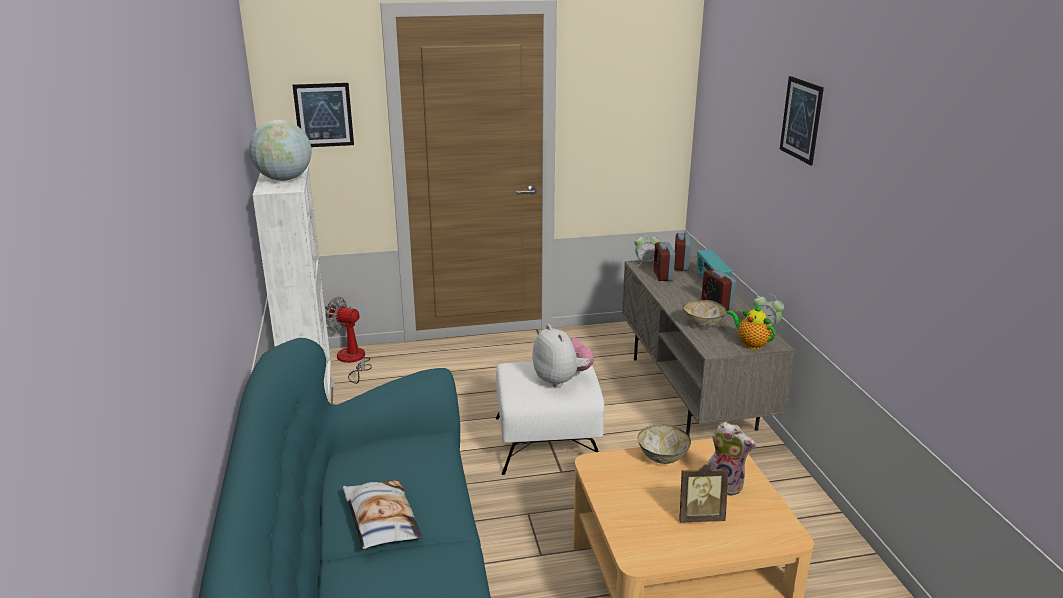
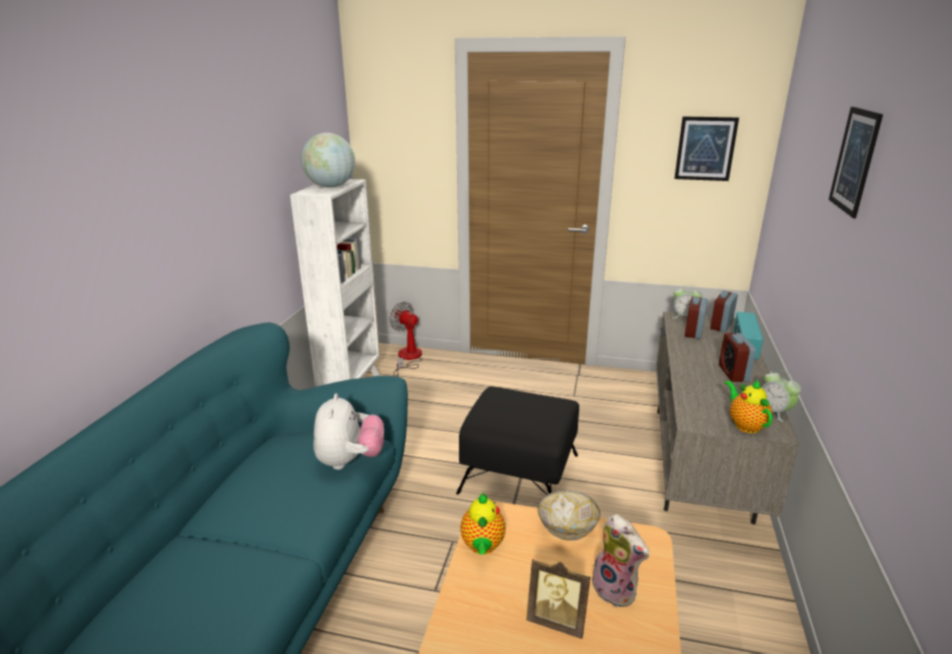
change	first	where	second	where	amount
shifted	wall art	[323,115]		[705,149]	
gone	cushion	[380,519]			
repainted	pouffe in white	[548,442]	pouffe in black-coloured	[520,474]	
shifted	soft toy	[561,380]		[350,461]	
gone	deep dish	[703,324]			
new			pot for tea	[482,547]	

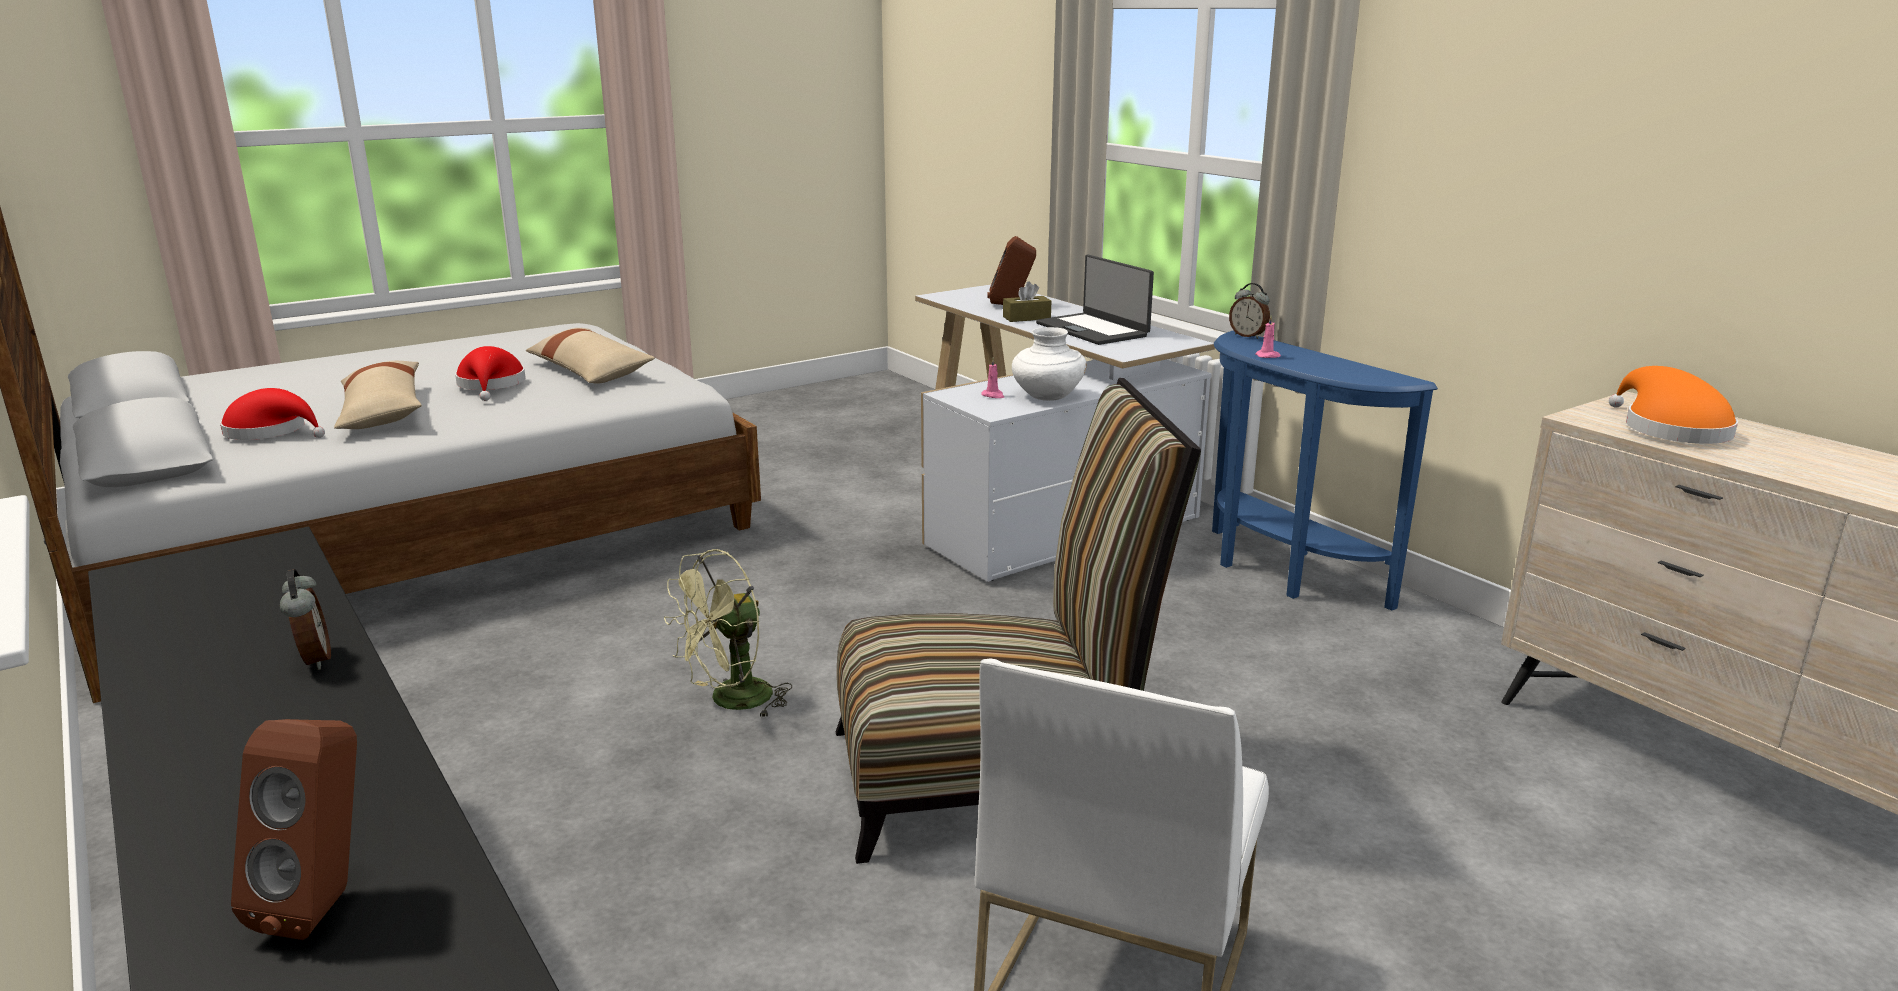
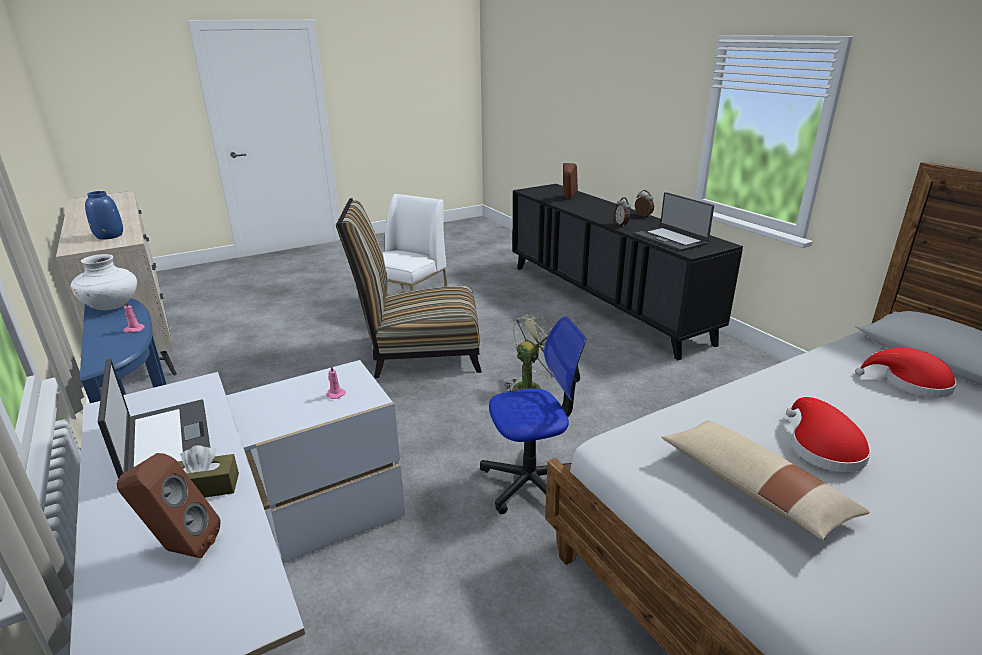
change	first	where	second	where	amount
gone	cushion in beige	[382,412]			
shifted	flower vase in white	[1047,397]		[112,306]	
shifted	bedside clock	[1248,336]		[642,216]	
swapped	hat in orange	[1670,429]	flower vase in bluish	[110,236]	
new			office chair	[532,483]	
new			portable computer	[671,239]	

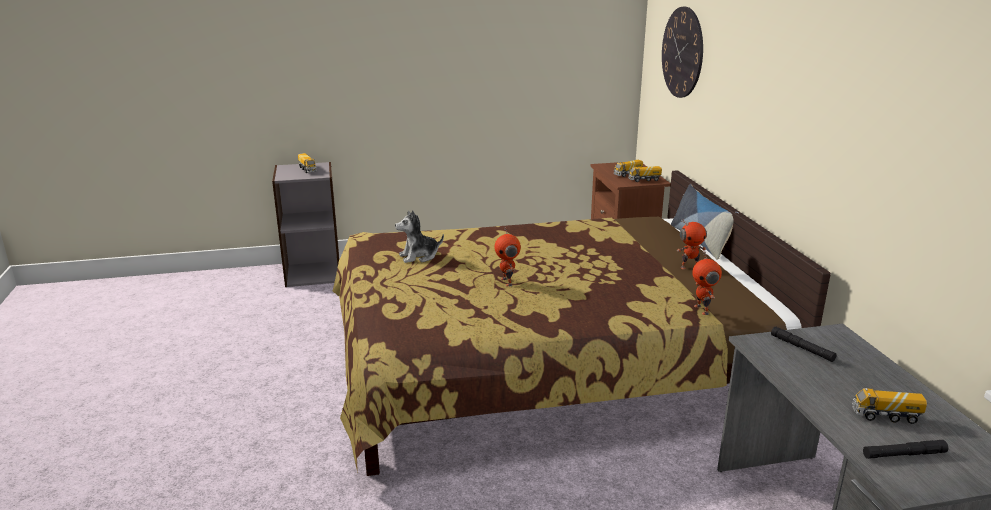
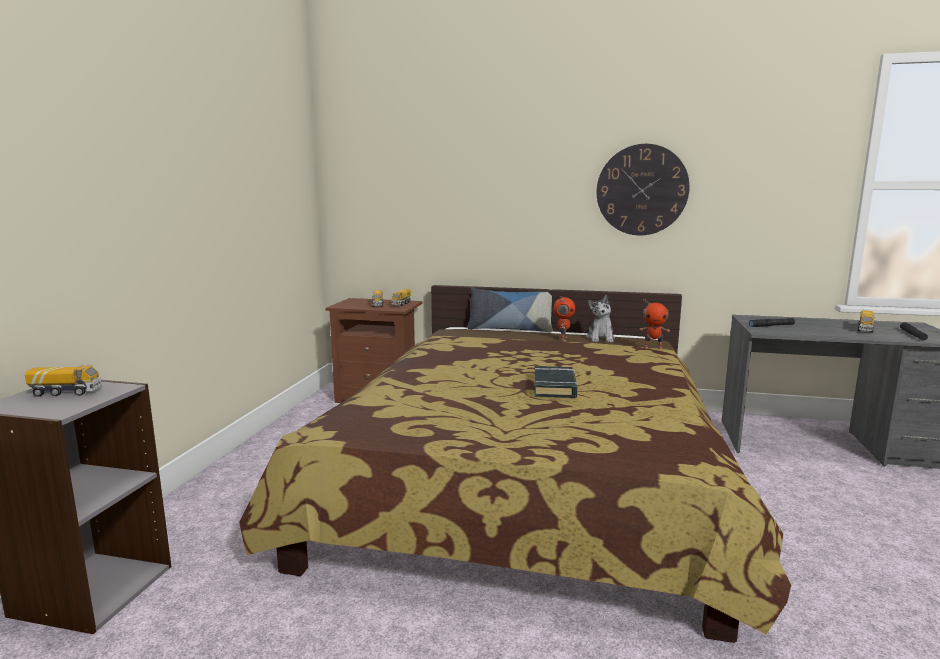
change	first	where	second	where	amount
shifted	soft toy	[419,256]		[600,338]	
swapped	robot figure	[507,282]	bound book in black-coloured	[554,387]	
shifted	clock on the wall	[682,52]		[642,190]	

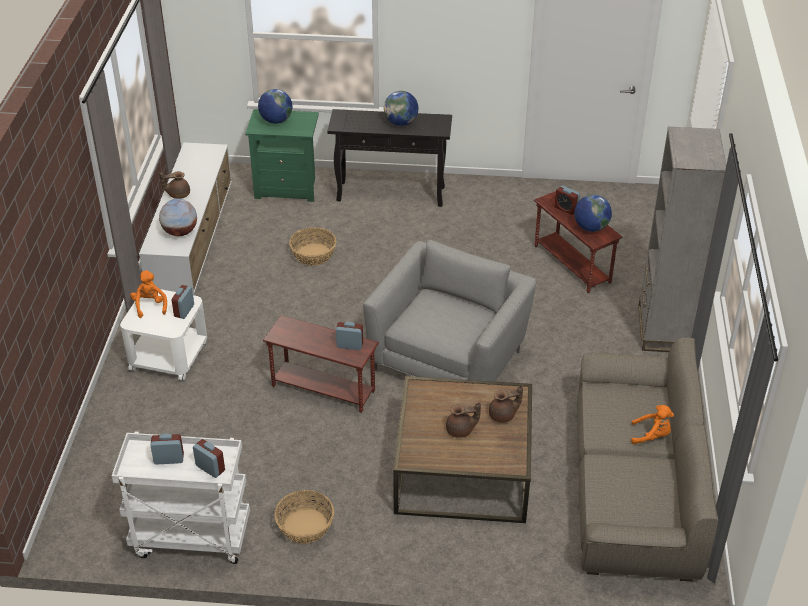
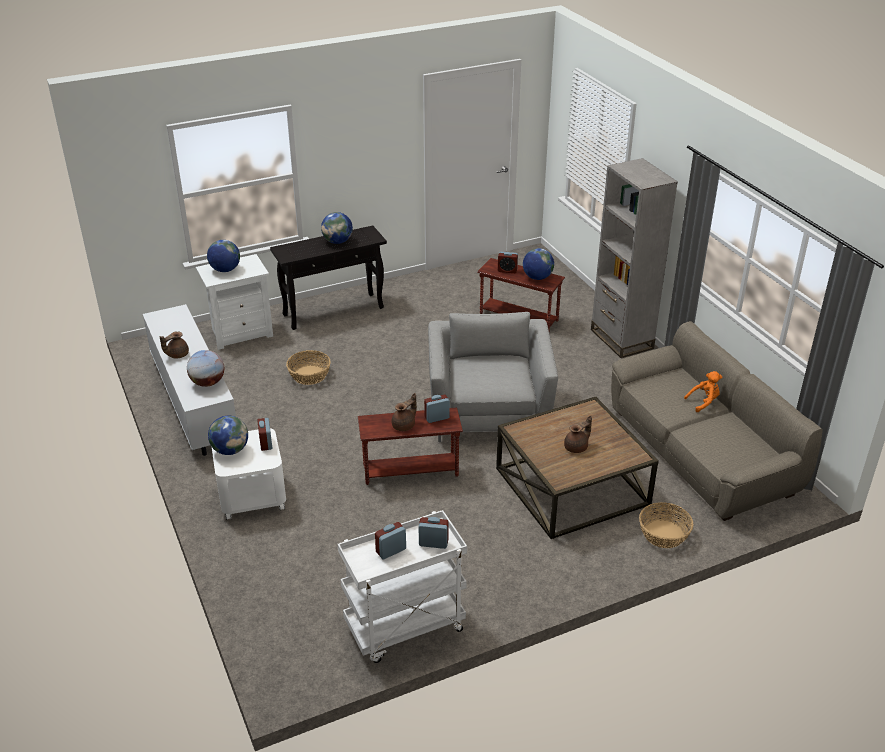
change	first	where	second	where	amount
swapped	soft toy in orange	[150,306]	globe	[230,450]	
repainted	nightstand in green	[288,188]	nightstand in white	[241,333]	
shifted	basket	[305,526]		[663,534]	
shifted	pot for tea in brown-coloured	[503,415]		[404,425]	

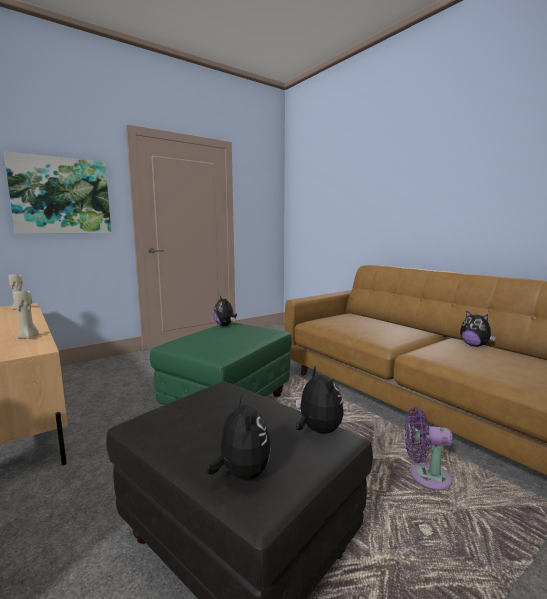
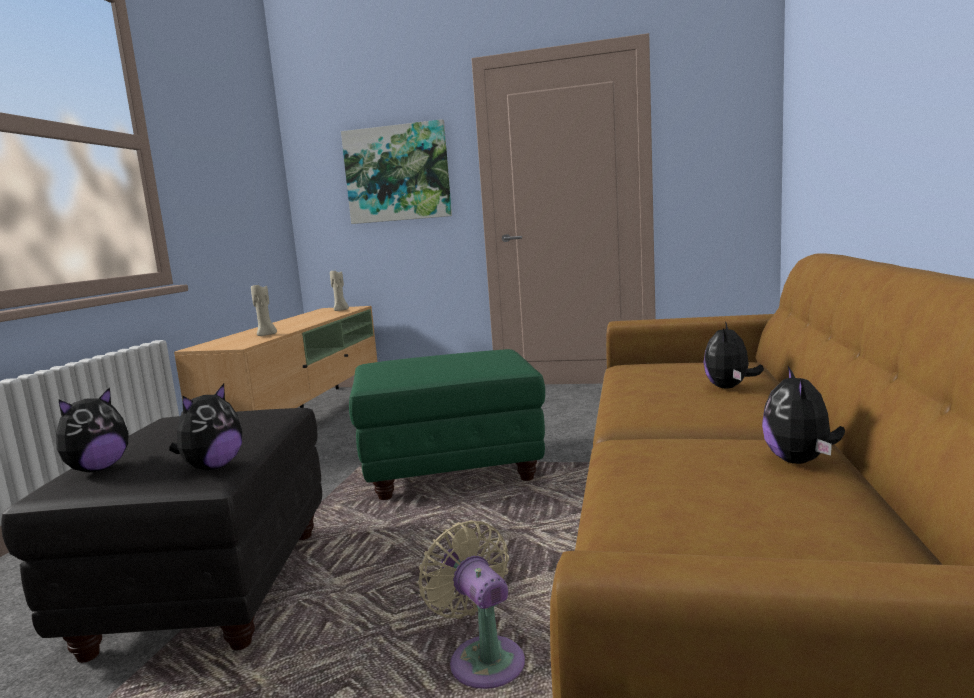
change	first	where	second	where	amount
shifted	soft toy	[225,325]		[729,387]	
repainted	cooling fan in purple	[425,476]	cooling fan in beige	[483,658]	

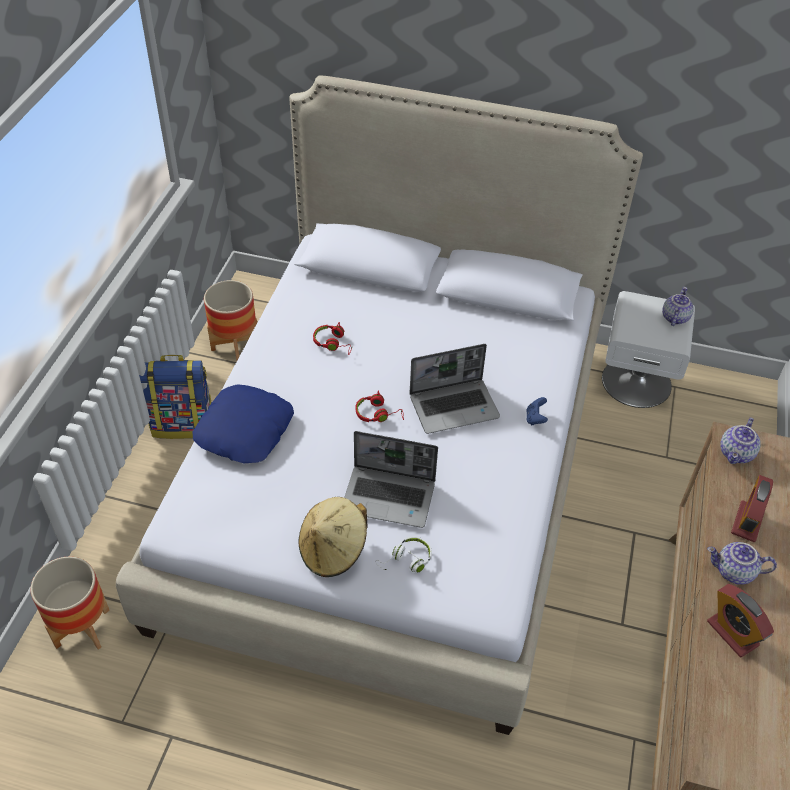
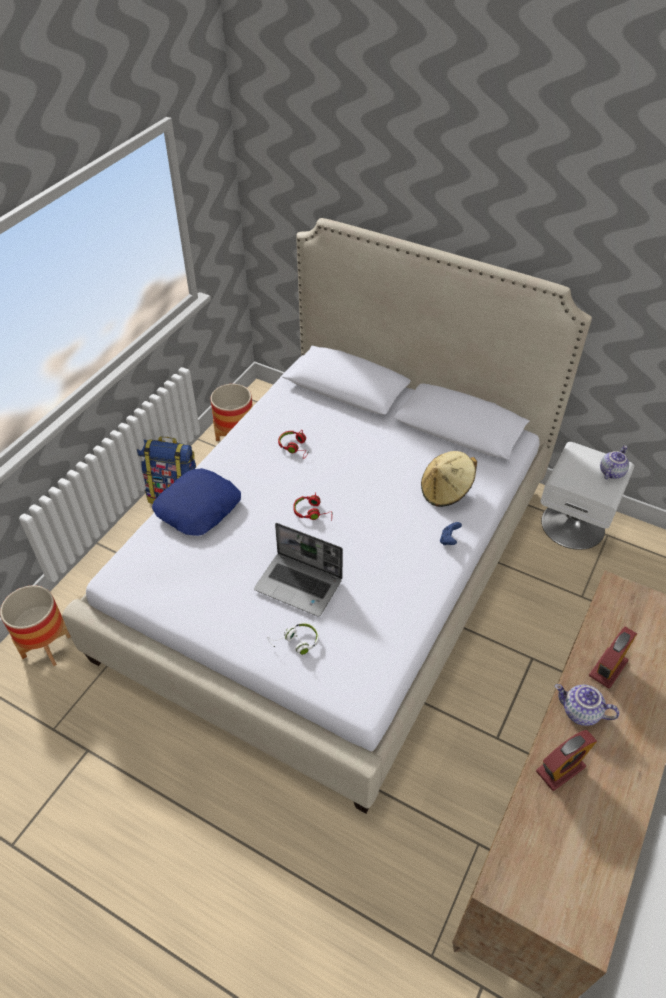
change	first	where	second	where	amount
shifted	hat in beige	[333,550]		[446,491]	
gone	portable computer	[454,406]			
rotated	bedside clock	[732,633]		[560,769]	105 degrees counterclockwise
gone	pot for tea	[737,454]			

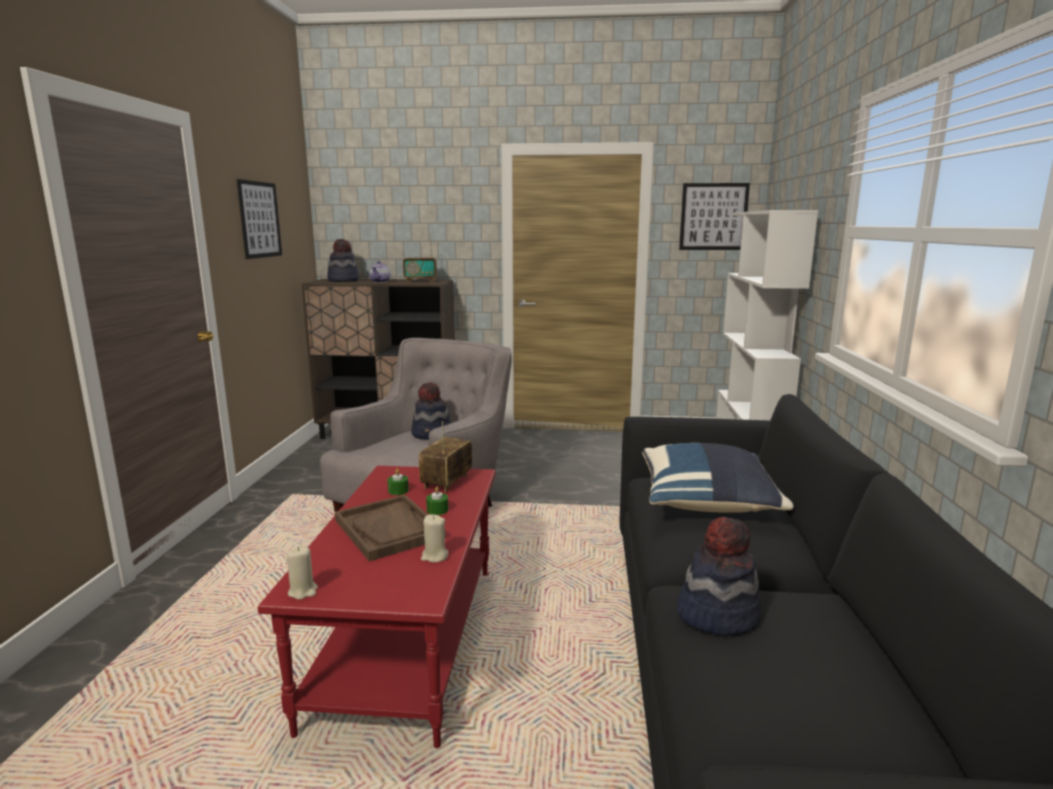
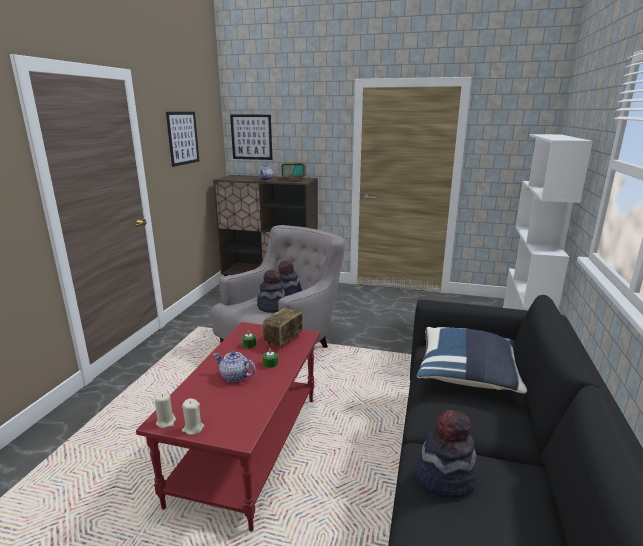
change	first	where	second	where	amount
shifted	hat	[343,280]		[272,307]	
swapped	tray in brown-coloured	[389,529]	pot for tea	[234,376]	
shifted	candle in beige	[434,556]		[193,428]	
shifted	wall art	[713,217]		[251,137]	

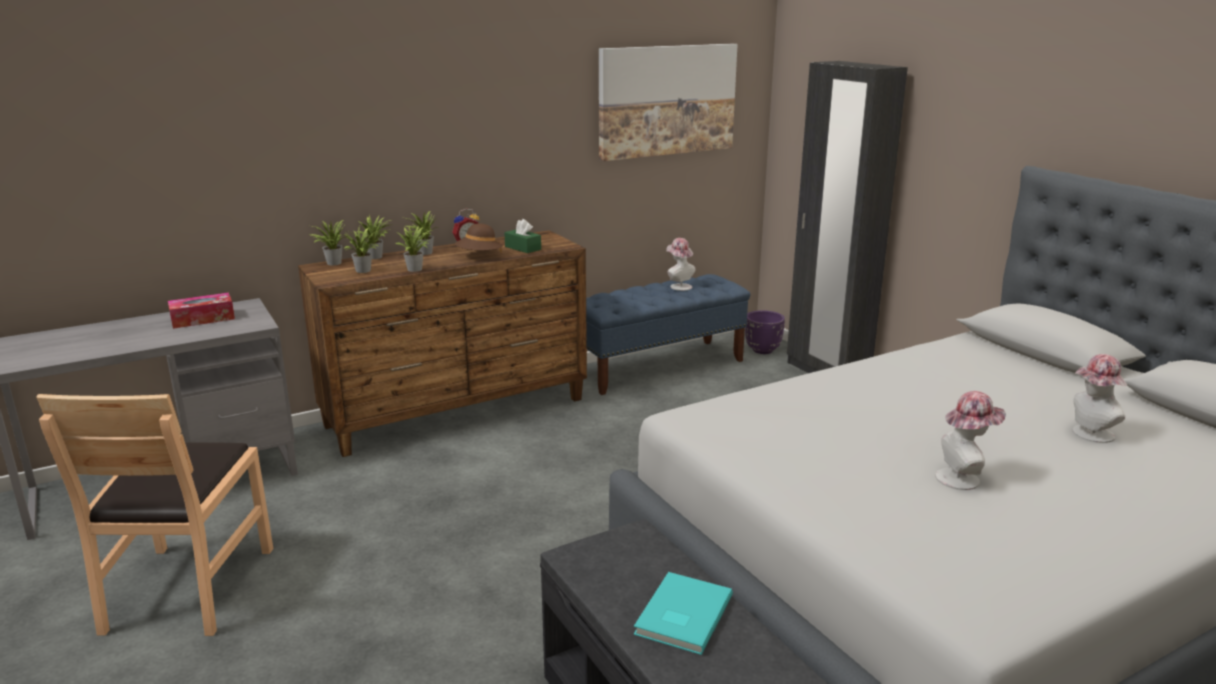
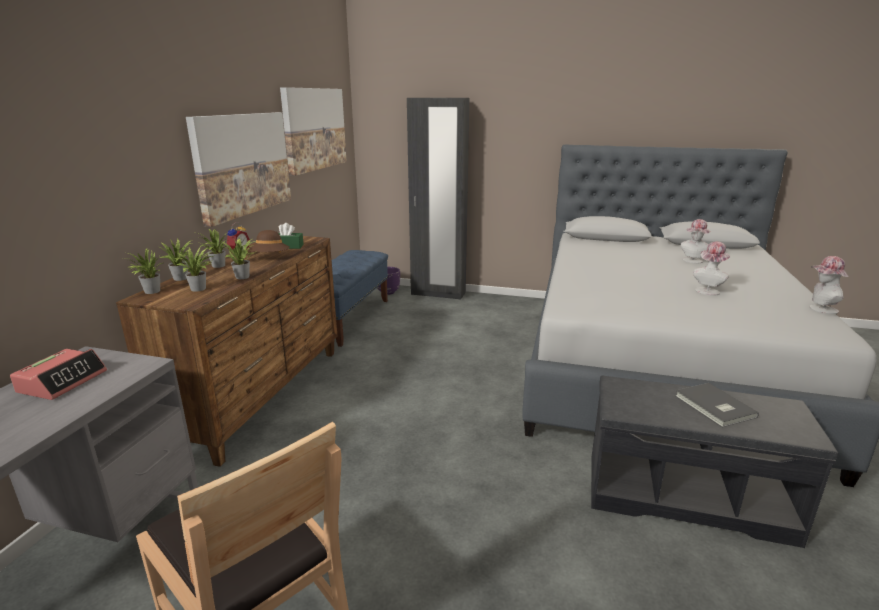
change	first	where	second	where	amount
swapped	tissue box	[203,319]	bedside clock	[63,381]	
repainted	bound book in turquoise-coloured	[681,615]	bound book in gray	[714,407]	
shifted	hat	[678,286]		[820,309]	
new			wall art	[243,164]	

